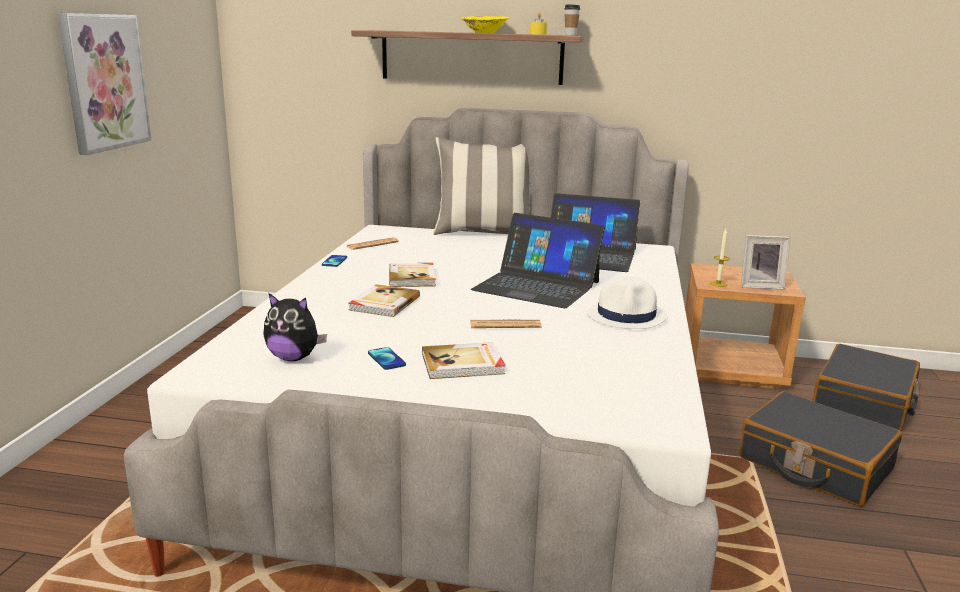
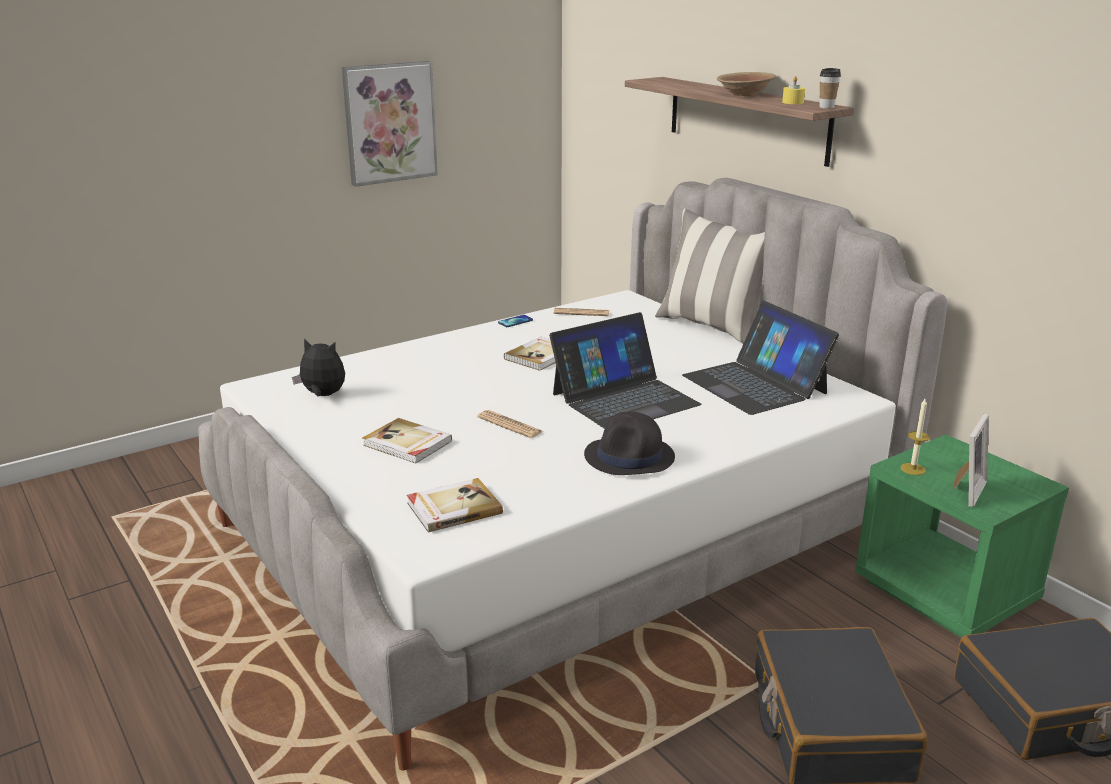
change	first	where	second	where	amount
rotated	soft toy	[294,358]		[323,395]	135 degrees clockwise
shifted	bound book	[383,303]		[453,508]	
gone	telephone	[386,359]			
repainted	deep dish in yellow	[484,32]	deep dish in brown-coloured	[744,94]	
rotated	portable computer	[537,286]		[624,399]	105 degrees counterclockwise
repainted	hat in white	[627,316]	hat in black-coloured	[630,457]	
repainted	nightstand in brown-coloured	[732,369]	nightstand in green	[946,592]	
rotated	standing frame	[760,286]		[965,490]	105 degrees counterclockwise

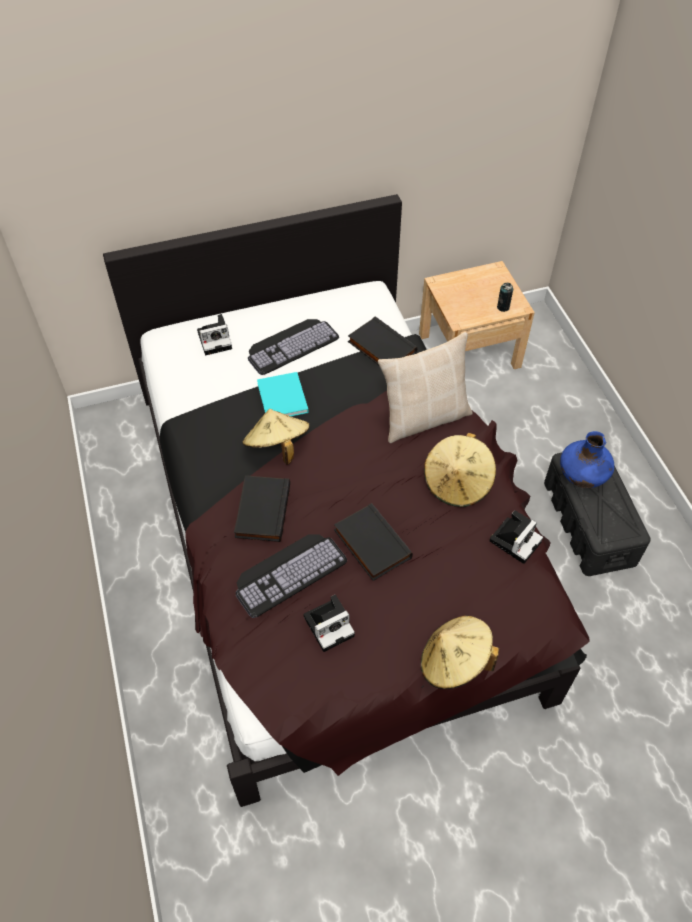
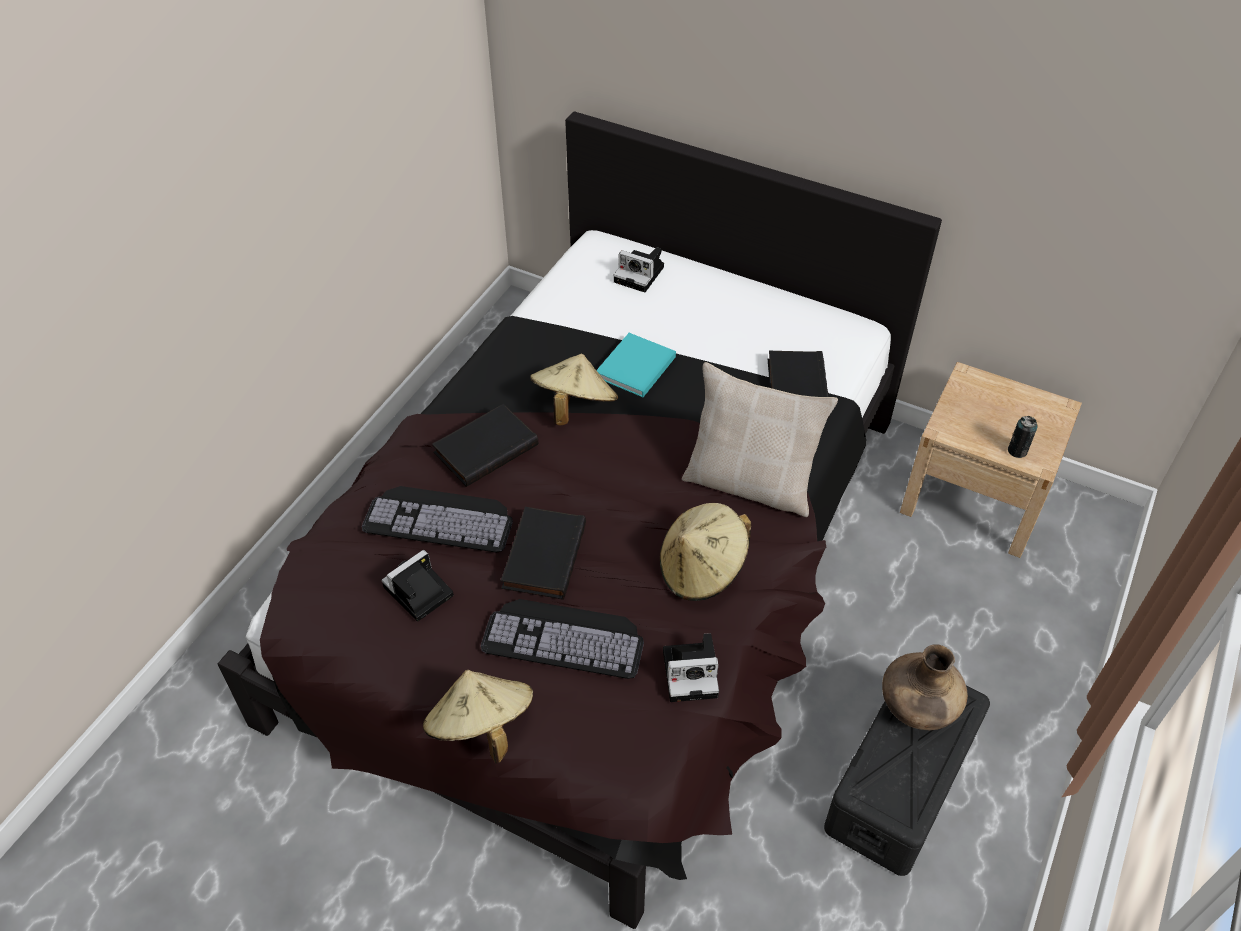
change	first	where	second	where	amount
shifted	PC keyboard	[291,344]		[566,636]	
rotated	photo camera	[330,624]		[417,593]	120 degrees clockwise
repainted	flower vase in bluish	[582,476]	flower vase in brown-coloured	[917,708]	

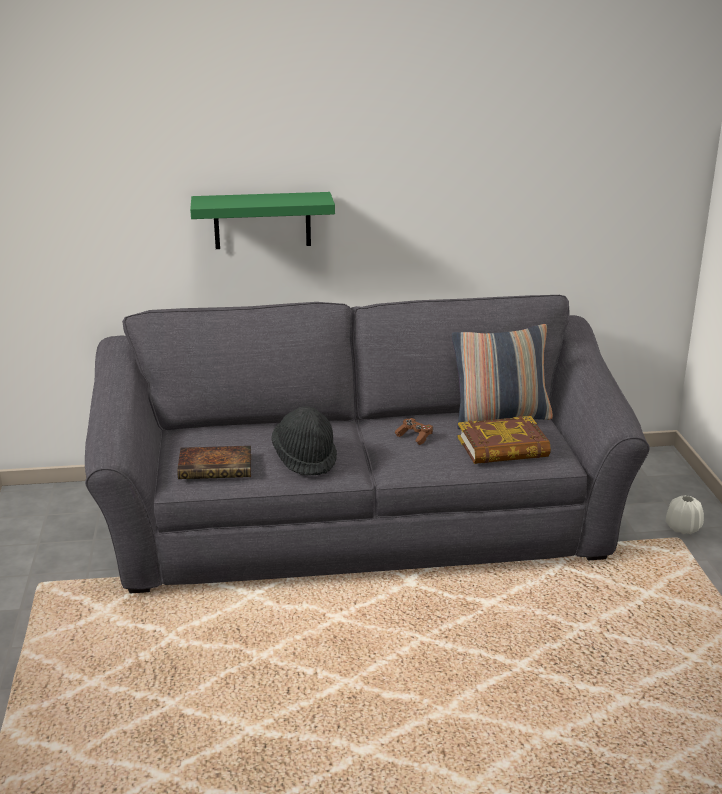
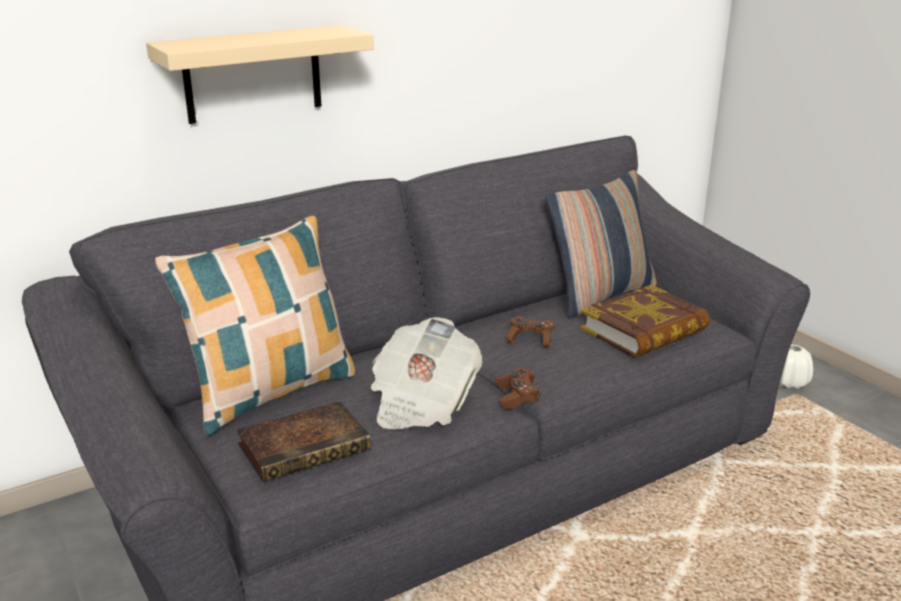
change	first	where	second	where	amount
repainted	wall shelf in green	[262,220]	wall shelf in beige	[253,74]	
swapped	hat in black-coloured	[305,458]	newspaper	[421,402]	
new			cushion	[271,392]	
new			gamepad in brown-coloured	[517,396]	

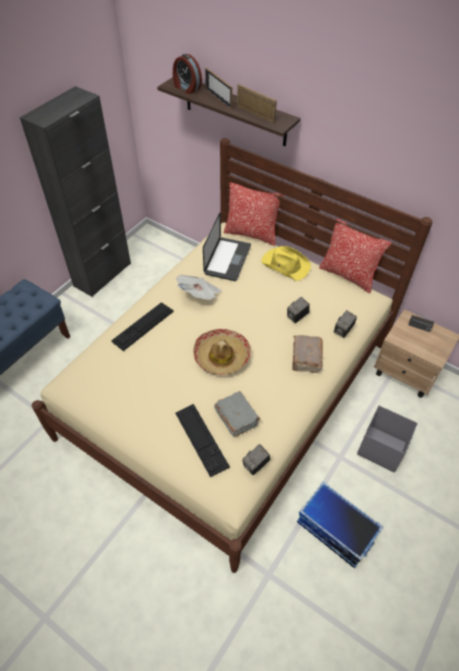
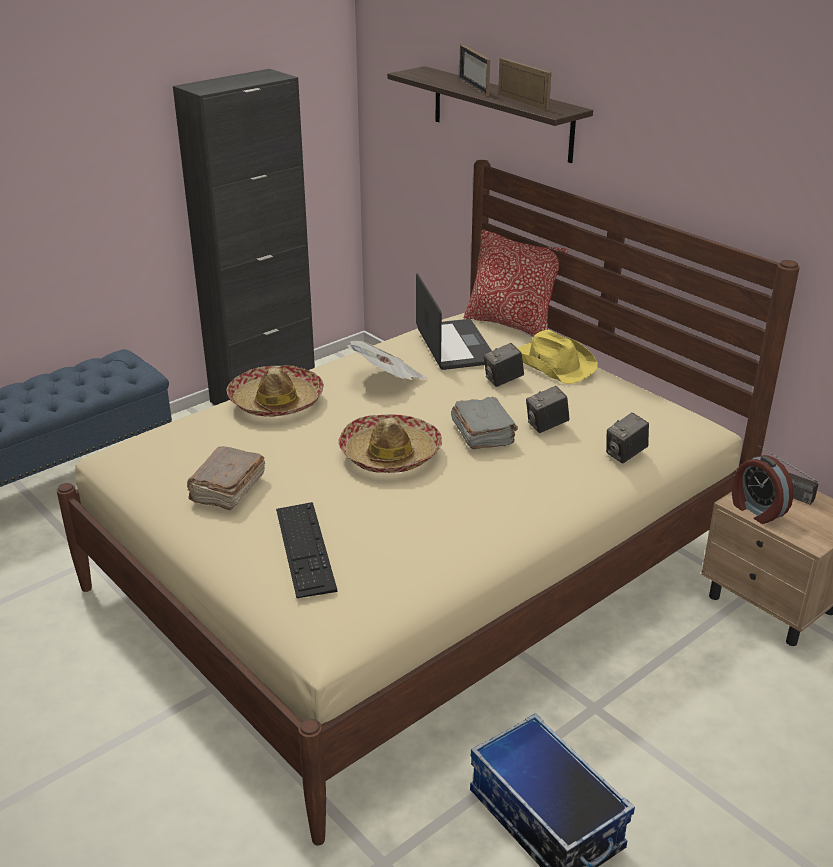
change	first	where	second	where	amount
swapped	PC keyboard	[143,326]	hat	[275,402]	
shifted	bedside clock	[186,88]		[756,510]	
rotated	portable computer	[227,260]		[455,346]	45 degrees counterclockwise
shifted	bound book in gray	[236,417]		[483,434]	
shifted	photo camera	[255,465]		[503,380]	
shifted	bound book in brown-coloured	[306,358]		[227,489]	
gone	cushion	[348,275]			
gone	storage container in gray	[380,448]			

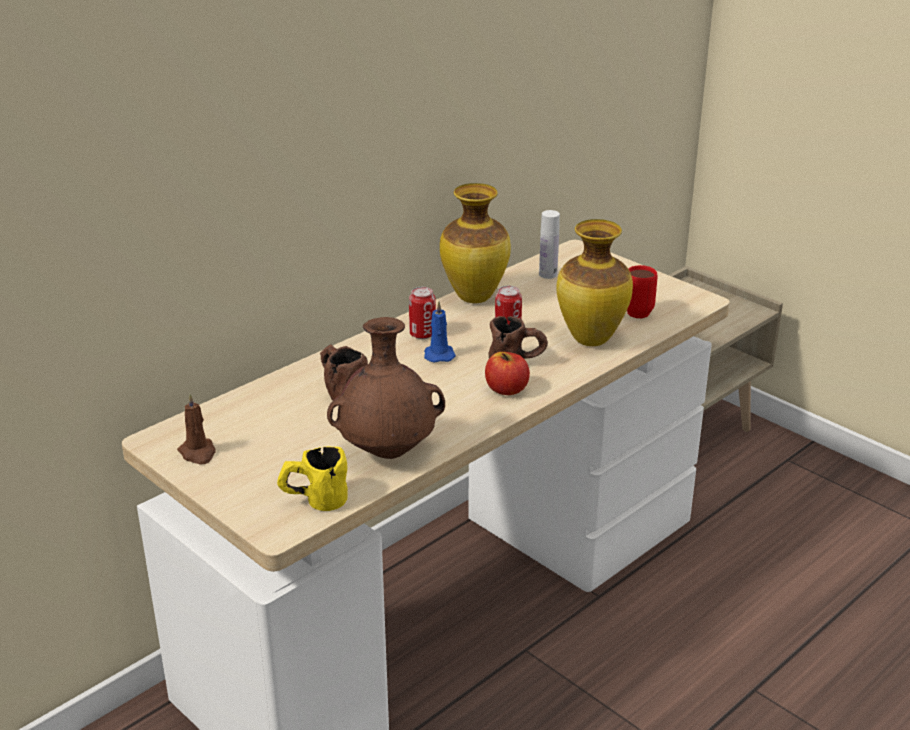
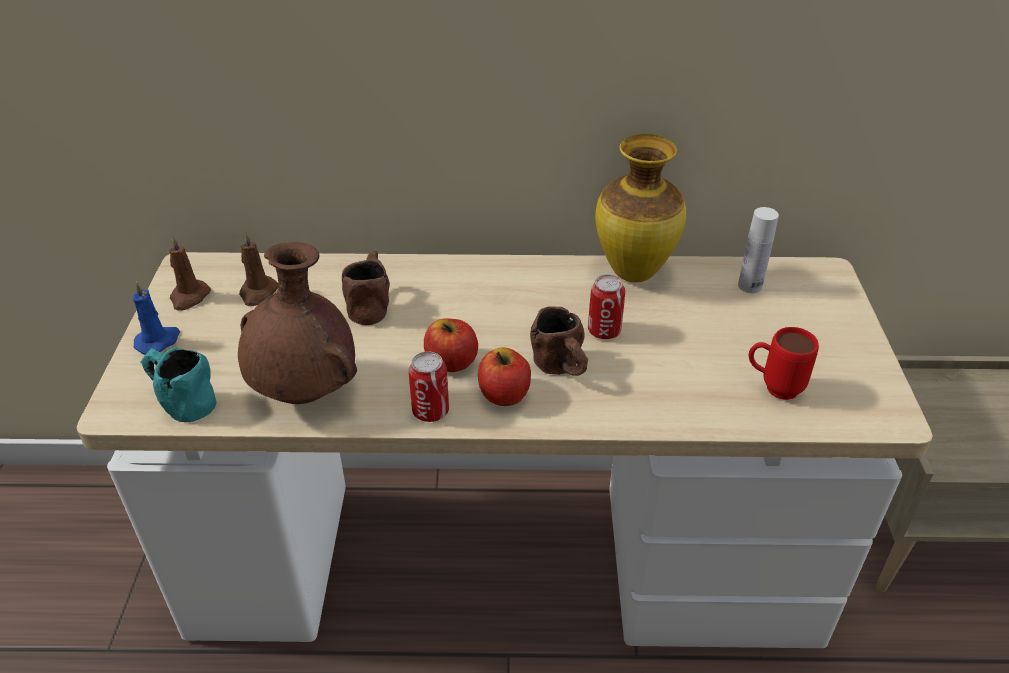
change	first	where	second	where	amount
repainted	mug in yellow	[314,501]	mug in turquoise-coloured	[181,401]	
shifted	sealed can	[422,334]		[430,411]	
shifted	candle in bluish	[439,354]		[158,341]	
gone	flower vase	[589,339]			
new			candle in brown-coloured	[258,293]	
new			whole apple	[452,362]	

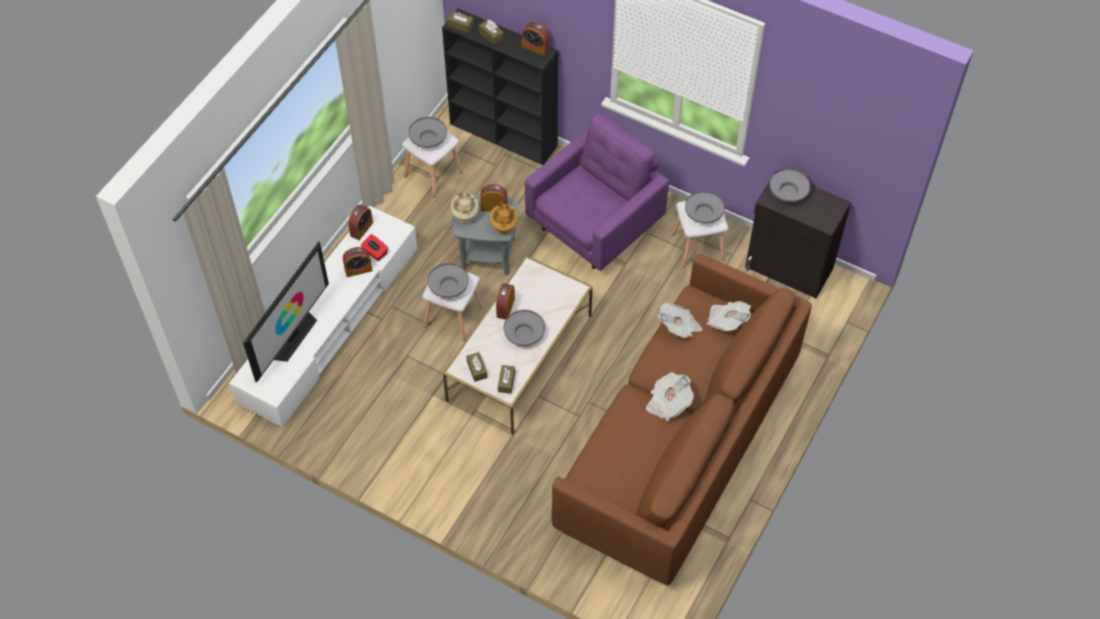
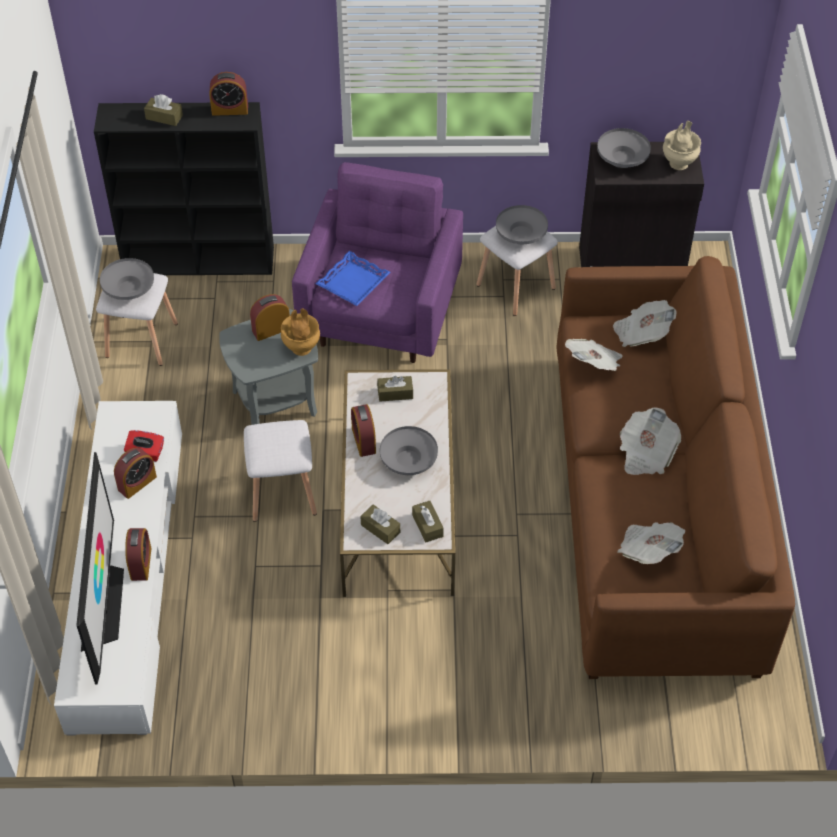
change	first	where	second	where	amount
shifted	bedside clock	[361,229]		[141,563]	
gone	deep dish in gray	[448,286]			
shifted	tissue box in brown-coloured	[460,25]		[395,393]	
shifted	flower vase in beige	[466,217]		[679,163]	
new			tray in bluish	[352,282]	
new			newspaper	[648,550]	

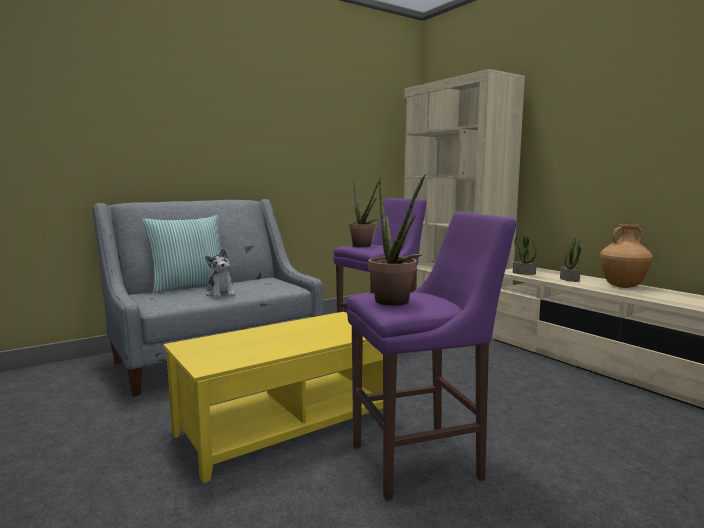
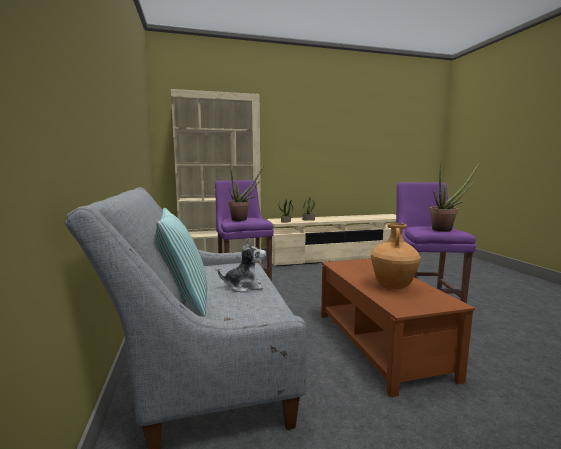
change	first	where	second	where	amount
repainted	lounge table in yellow	[285,424]	lounge table in brown-coloured	[378,343]	
shifted	flower vase in brown-coloured	[623,286]		[393,286]	

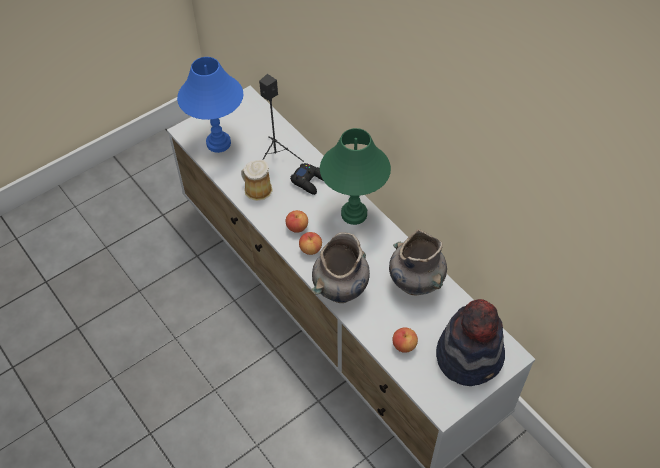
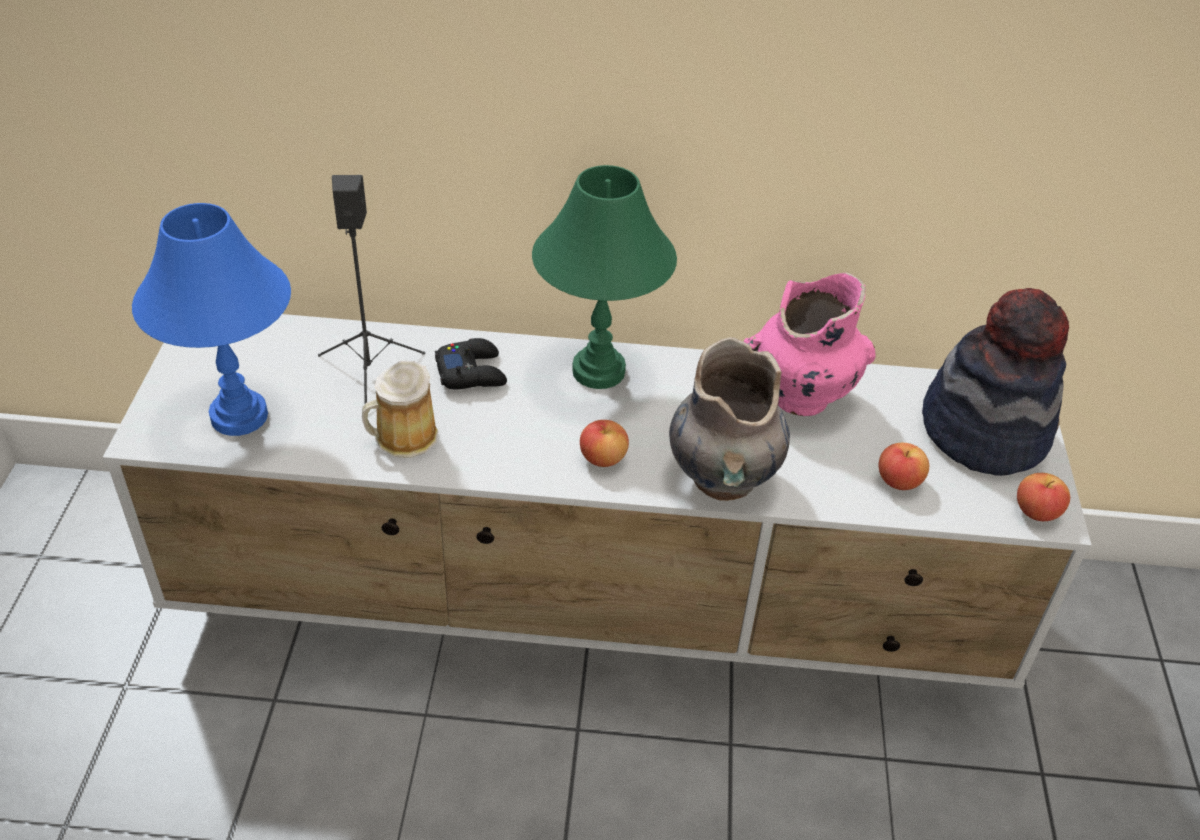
change	first	where	second	where	amount
shifted	whole apple	[297,227]		[1036,511]	
repainted	flower vase in gray	[414,283]	flower vase in pink	[799,397]	

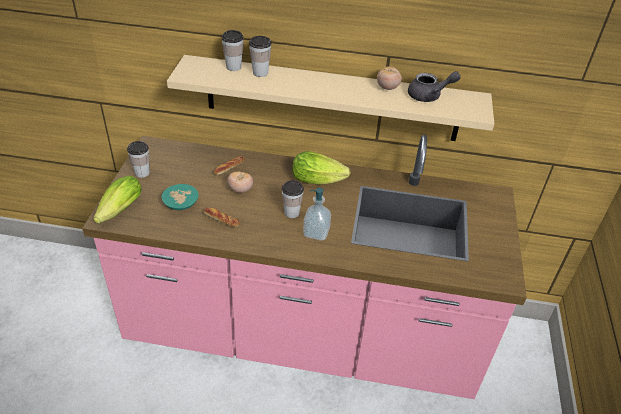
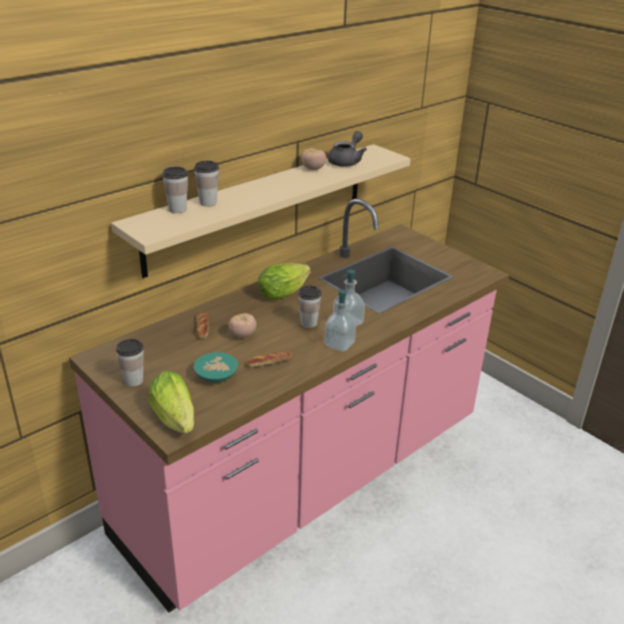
change	first	where	second	where	amount
new			liquid soap bottle	[339,344]	

